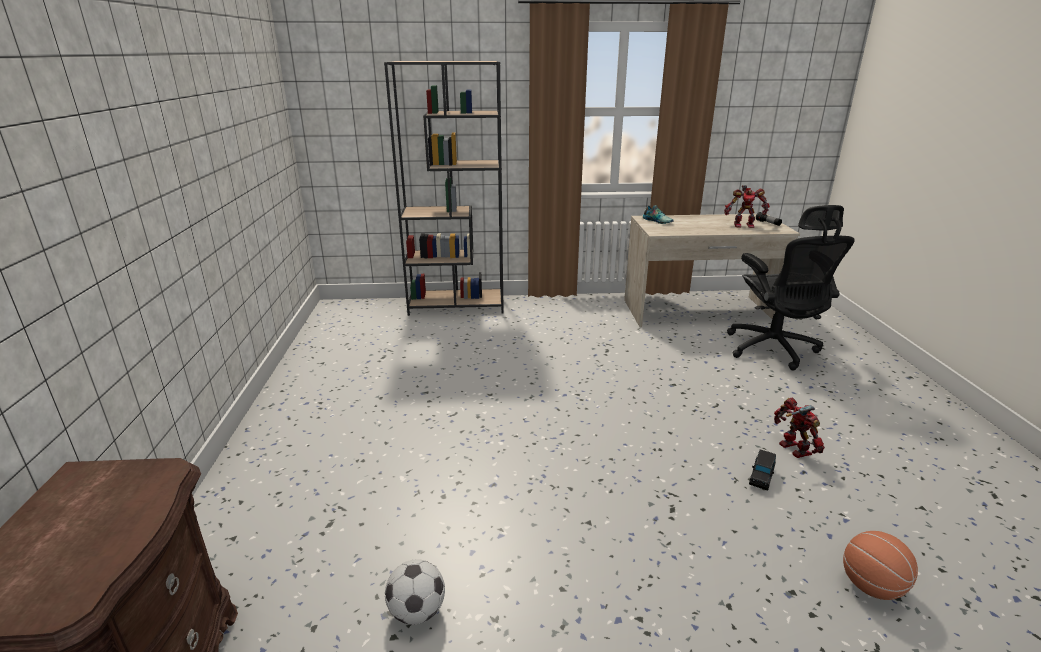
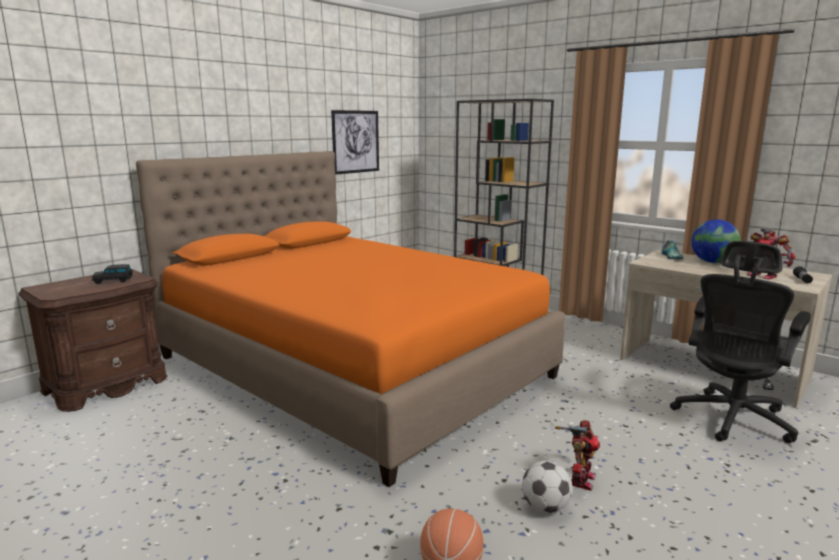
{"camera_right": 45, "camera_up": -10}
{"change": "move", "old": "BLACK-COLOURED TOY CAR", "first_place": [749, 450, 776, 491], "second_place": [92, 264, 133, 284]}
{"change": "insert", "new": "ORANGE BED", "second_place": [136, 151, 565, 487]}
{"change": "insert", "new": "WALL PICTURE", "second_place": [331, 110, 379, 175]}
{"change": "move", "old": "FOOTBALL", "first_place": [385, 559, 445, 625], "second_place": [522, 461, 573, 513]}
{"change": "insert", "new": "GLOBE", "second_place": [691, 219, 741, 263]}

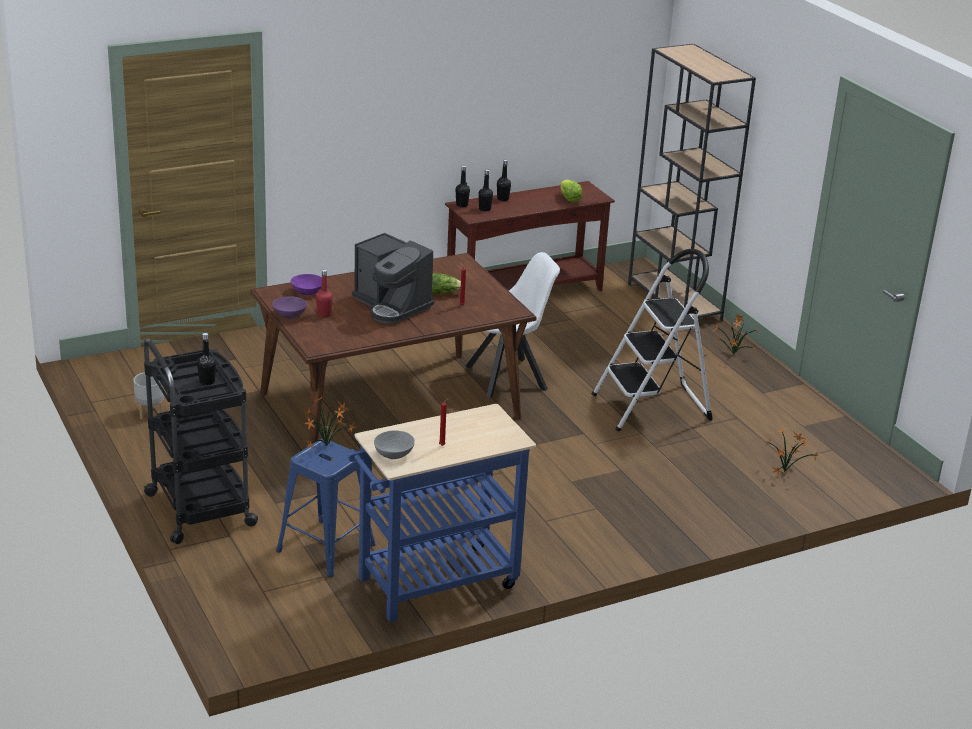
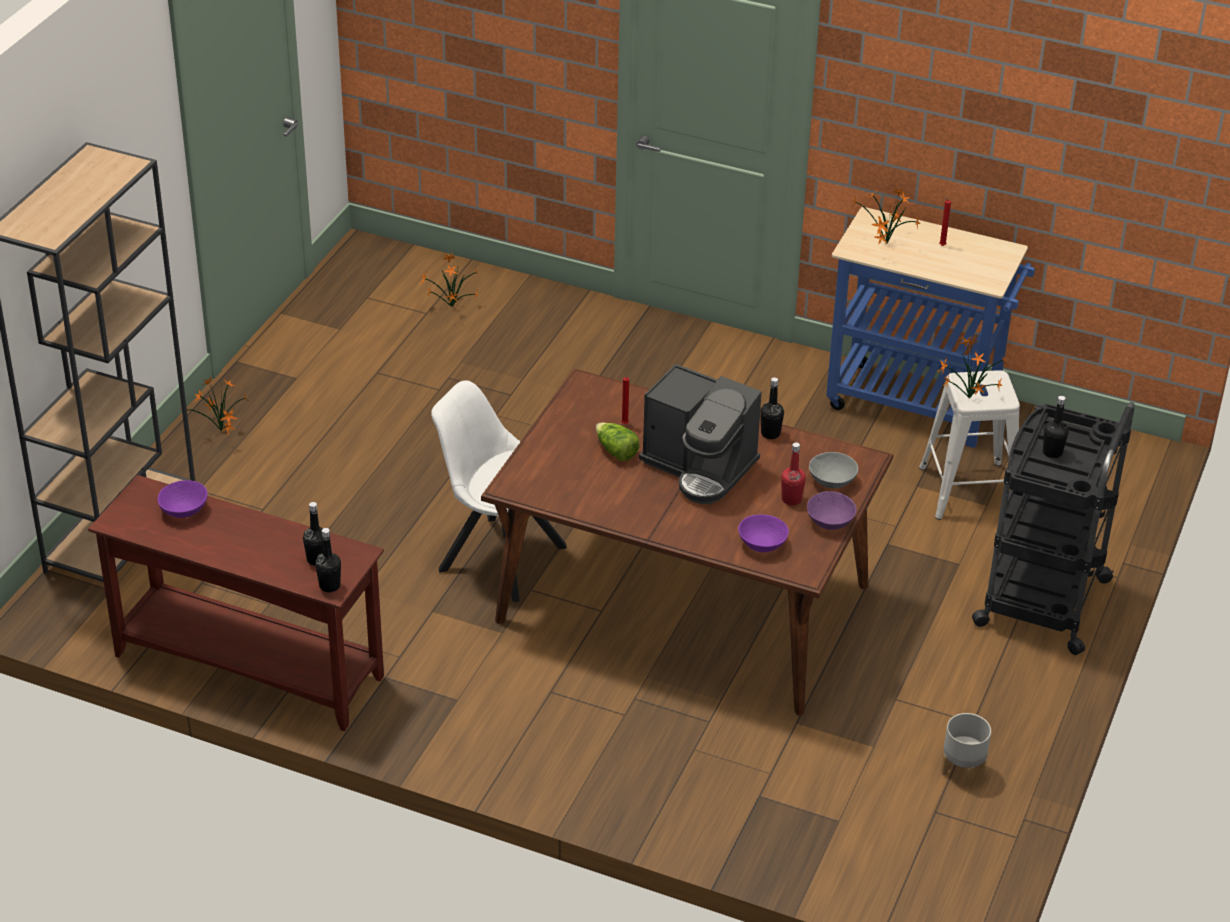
{"camera_right": -130, "camera_up": 10}
{"change": "replace", "old": "LETTUCE", "new": "PURPLE BOWL", "first_place": [560, 180, 582, 202], "second_place": [158, 480, 208, 518]}
{"change": "rotate", "old": "COFFEE MACHINE", "first_place": [352, 233, 434, 324], "second_place": [639, 364, 761, 504], "degrees": 120}
{"change": "move", "old": "BLACK-COLOURED BOTTLE", "first_place": [497, 160, 511, 201], "second_place": [760, 377, 784, 439]}
{"change": "move", "old": "GRAY BOWL", "first_place": [374, 430, 415, 459], "second_place": [809, 452, 858, 488]}
{"change": "insert", "new": "HOUSEPLANT", "second_place": [852, 188, 920, 245]}
{"change": "recolor", "old": "BLUE STOOL", "new": "WHITE STOOL", "first_place": [276, 439, 376, 577], "second_place": [919, 370, 1020, 520]}
{"change": "delete", "old": "STEP LADDER", "first_place": [592, 249, 713, 431]}

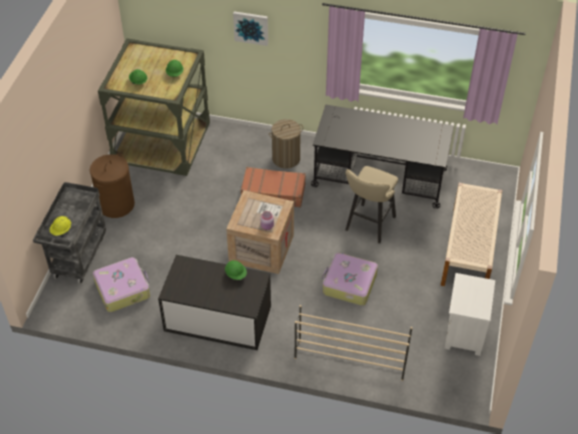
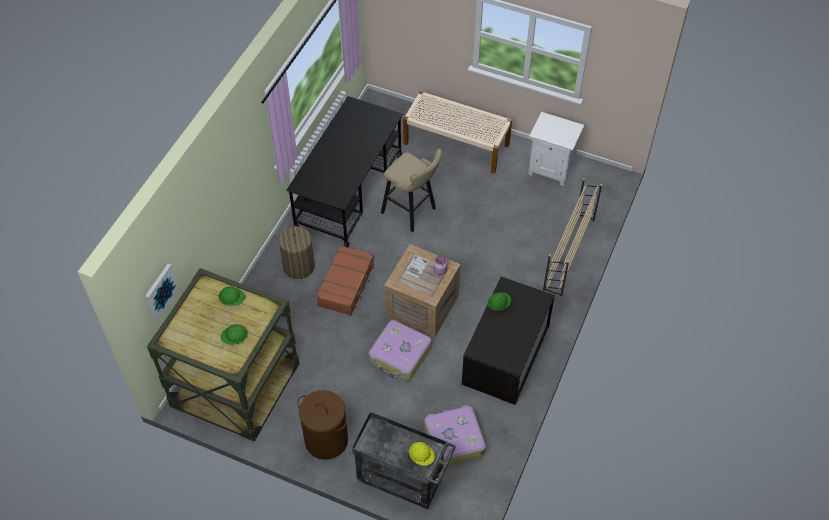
{"camera_right": -80, "camera_up": 5}
{"change": "move", "old": "WALL PICTURE", "first_place": [233, 11, 268, 46], "second_place": [145, 263, 179, 321]}
{"change": "move", "old": "TRAVEL CASE", "first_place": [322, 253, 378, 306], "second_place": [369, 320, 431, 381]}

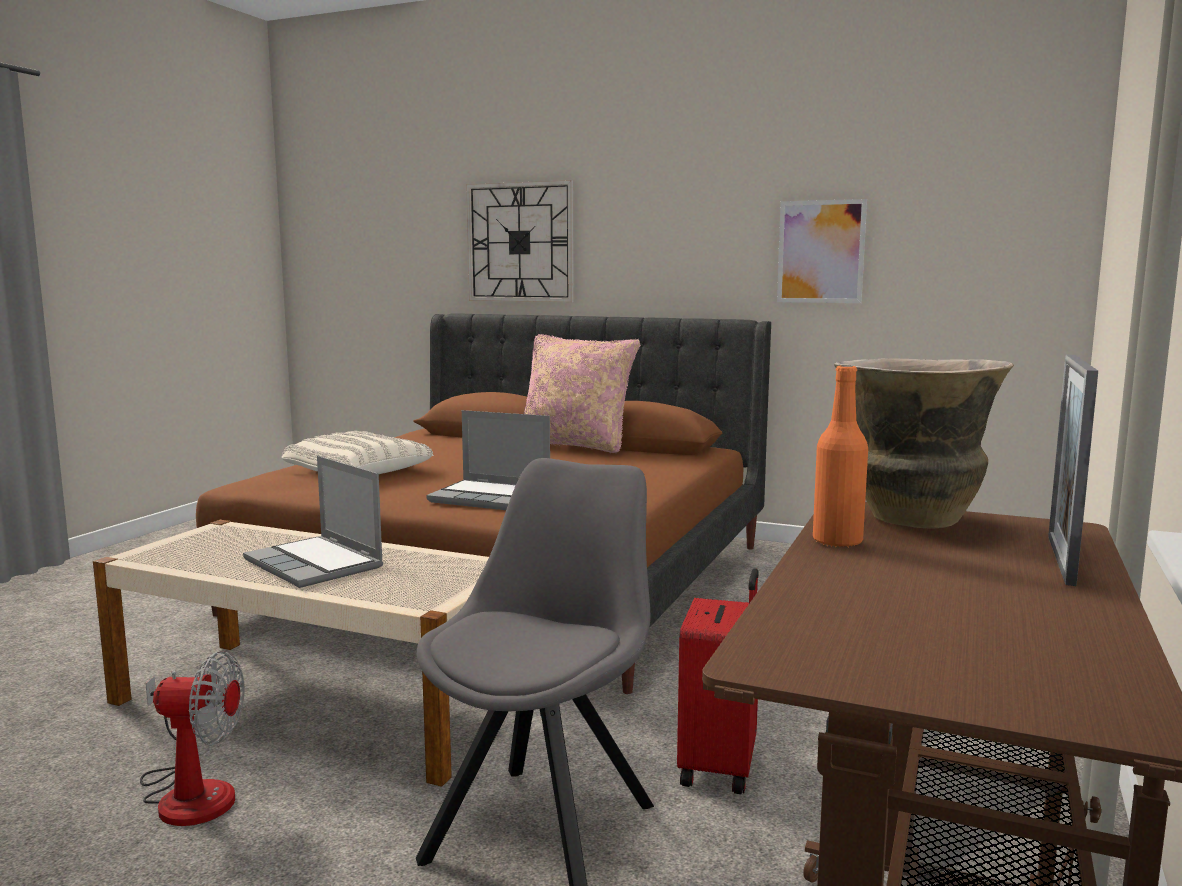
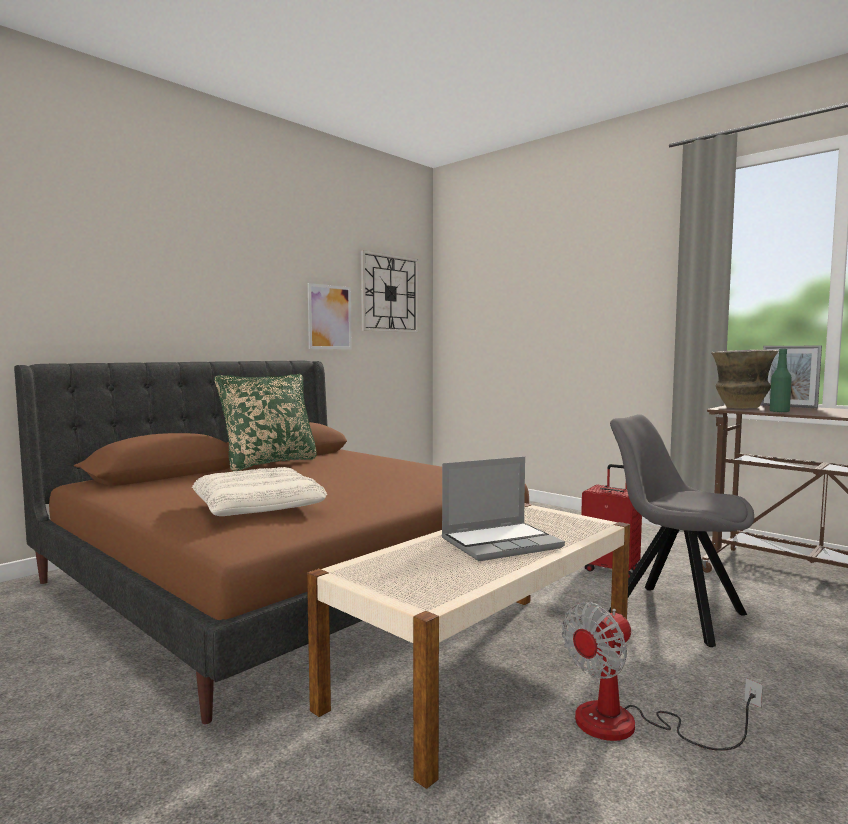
{"camera_right": -70, "camera_up": -5}
{"change": "recolor", "old": "PINKISH CUSHION", "new": "GREEN-COLOURED CUSHION", "first_place": [523, 334, 641, 454], "second_place": [214, 373, 317, 471]}
{"change": "move", "old": "CLOCK ON THE WALL", "first_place": [466, 180, 574, 302], "second_place": [361, 250, 418, 333]}
{"change": "rotate", "old": "ELECTRIC FAN", "first_place": [140, 651, 244, 826], "second_place": [562, 602, 763, 751], "degrees": -150}
{"change": "recolor", "old": "ORANGE BOTTLE", "new": "GREEN-COLOURED BOTTLE", "first_place": [813, 365, 868, 548], "second_place": [770, 349, 792, 413]}
{"change": "delete", "old": "PORTABLE COMPUTER", "first_place": [426, 410, 550, 510]}

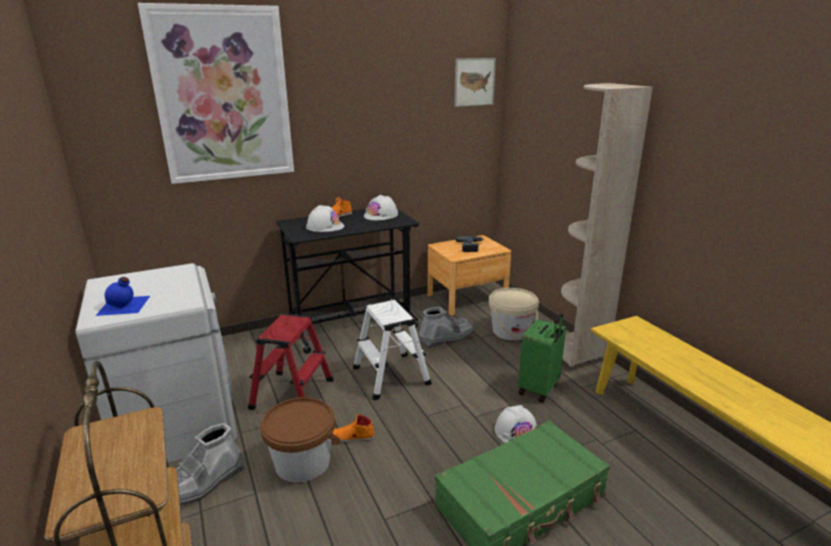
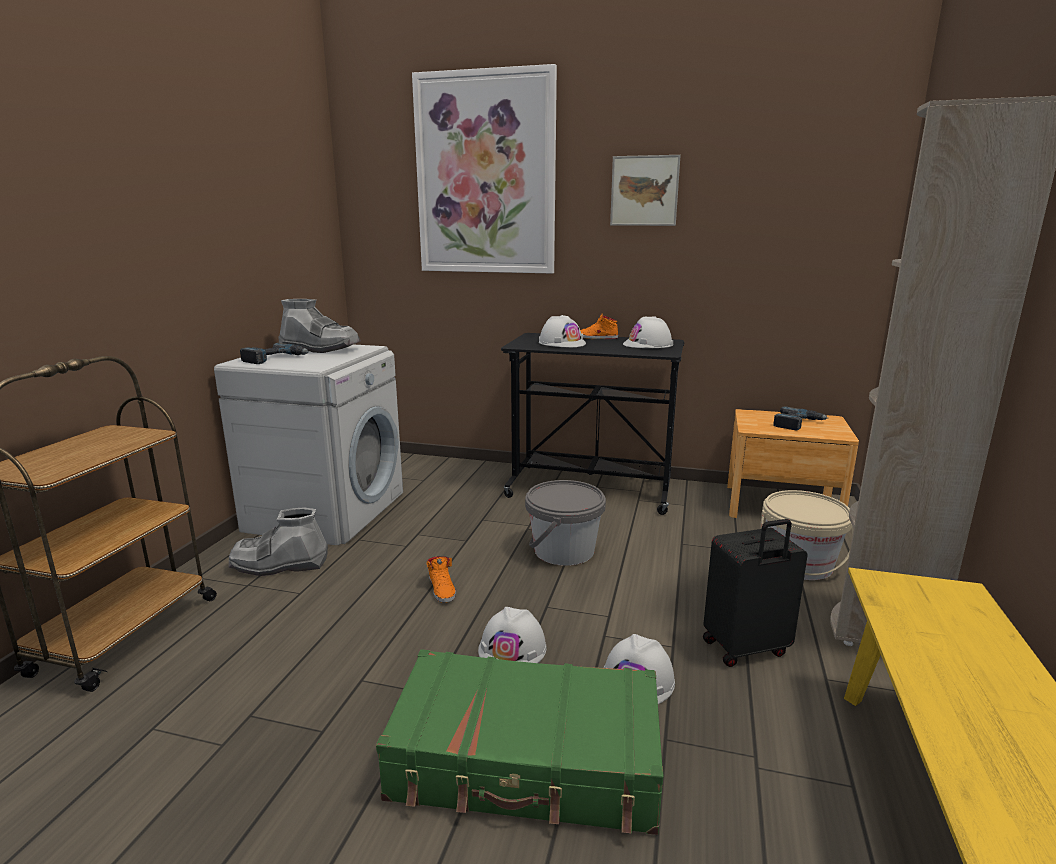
{"camera_right": 40, "camera_up": -5}
{"change": "replace", "old": "BLUE BOTTLE", "new": "ELECTRIC DRILL", "first_place": [96, 277, 150, 316], "second_place": [240, 343, 309, 364]}
{"change": "move", "old": "GRAY HIGH-TOP BOOT", "first_place": [418, 307, 474, 348], "second_place": [279, 299, 361, 353]}
{"change": "rotate", "old": "ORANGE SHOE", "first_place": [333, 413, 375, 442], "second_place": [426, 556, 456, 603], "degrees": -150}
{"change": "insert", "new": "WHITE SAFETY HELMET", "second_place": [478, 607, 547, 663]}
{"change": "replace", "old": "WHITE STEP LADDER", "new": "GRAY BUCKET", "first_place": [353, 299, 432, 401], "second_place": [525, 480, 606, 566]}
{"change": "move", "old": "WALL PICTURE", "first_place": [454, 58, 496, 107], "second_place": [610, 155, 681, 226]}
{"change": "recolor", "old": "GREEN-COLOURED TRAVEL CASE", "new": "BLACK-COLOURED TRAVEL CASE", "first_place": [518, 313, 566, 403], "second_place": [703, 519, 808, 667]}
{"change": "delete", "old": "RED-COLOURED STEP LADDER", "first_place": [248, 313, 334, 410]}
{"change": "delete", "old": "BROWN-COLOURED BUCKET", "first_place": [260, 397, 340, 483]}

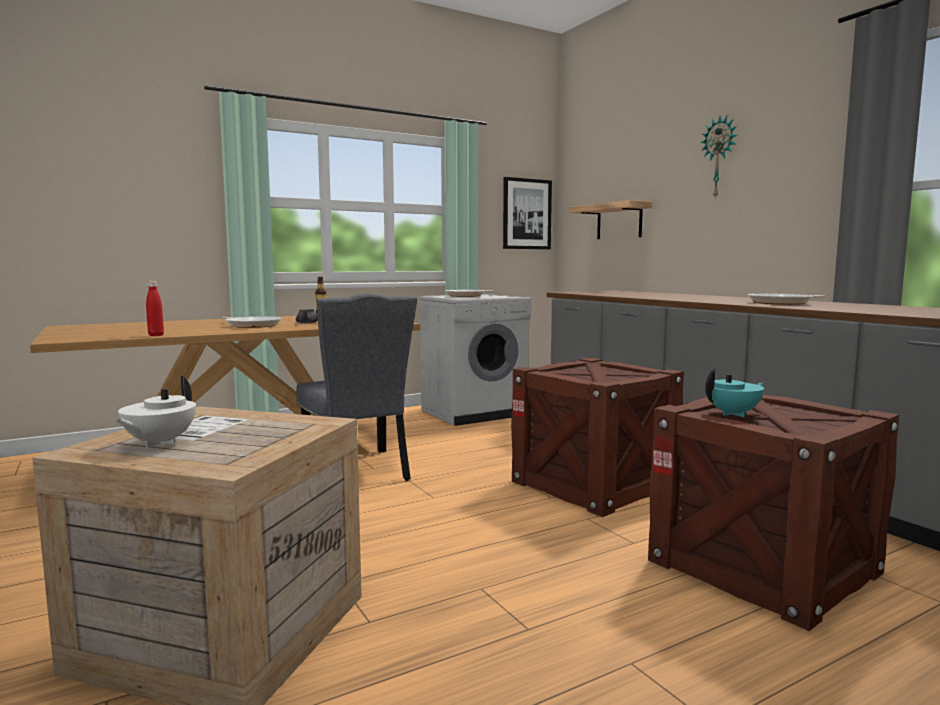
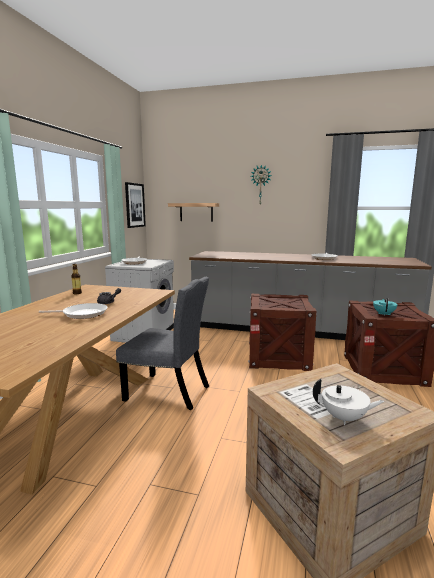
{"camera_right": -45, "camera_up": 5}
{"change": "rotate", "old": "WHITE TEA POT", "first_place": [115, 376, 196, 448], "second_place": [313, 379, 385, 425], "degrees": -45}
{"change": "delete", "old": "RED-COLOURED BOTTLE", "first_place": [146, 281, 164, 336]}

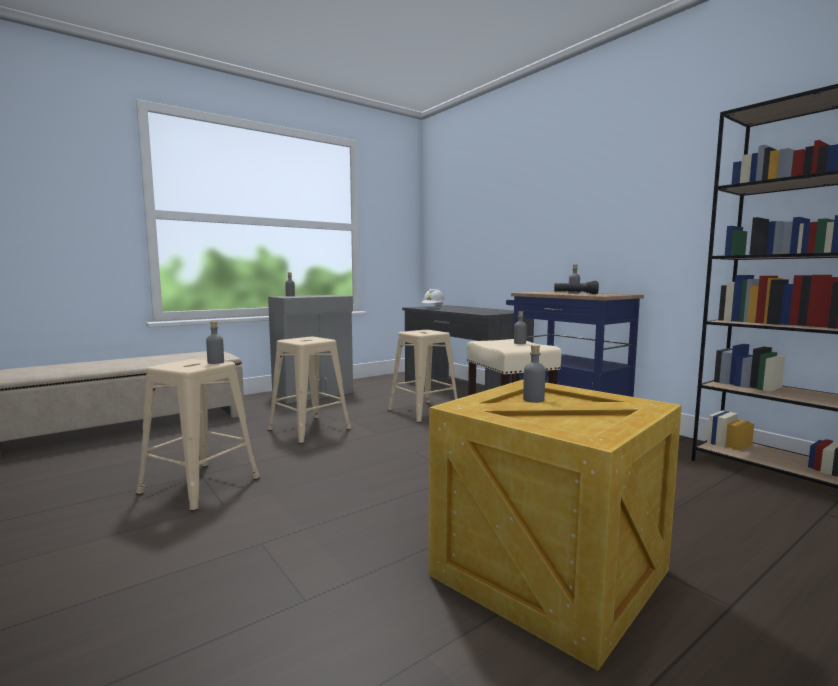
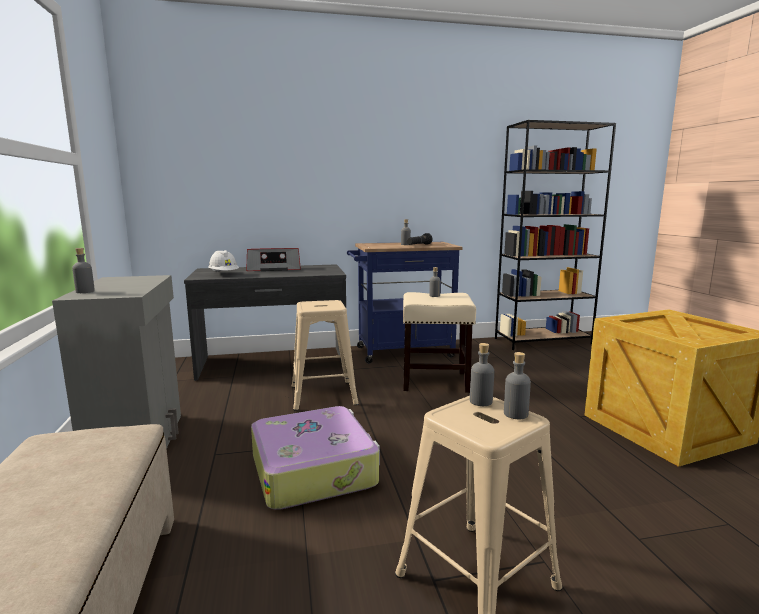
{"camera_right": -65, "camera_up": 5}
{"change": "insert", "new": "RADIO RECEIVER", "second_place": [246, 248, 301, 271]}
{"change": "replace", "old": "SAND-COLOURED STOOL", "new": "TRAVEL CASE", "first_place": [267, 337, 351, 444], "second_place": [251, 406, 380, 510]}
{"change": "move", "old": "GRAY BOTTLE", "first_place": [523, 345, 545, 403], "second_place": [504, 352, 531, 419]}

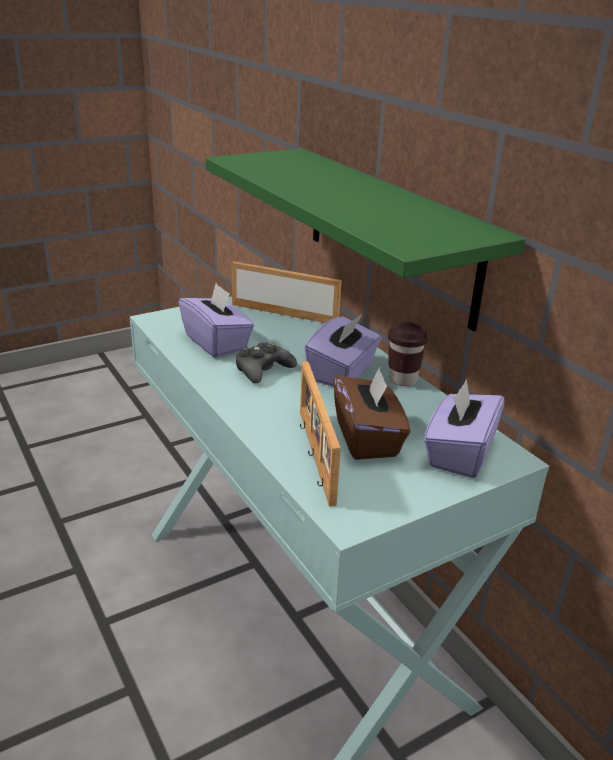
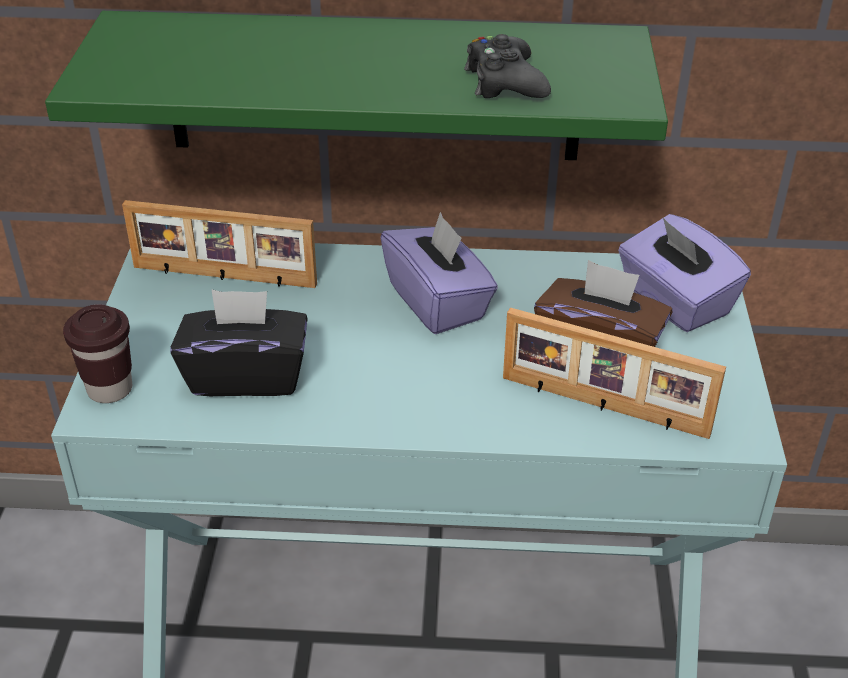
{"camera_right": -55, "camera_up": 10}
{"change": "move", "old": "BROWN-COLOURED CUP", "first_place": [388, 322, 428, 386], "second_place": [63, 304, 132, 403]}
{"change": "rotate", "old": "STANDING FRAME", "first_place": [232, 261, 342, 323], "second_place": [122, 200, 317, 288], "degrees": -135}
{"change": "recolor", "old": "PURPLE TISSUE HOLDER", "new": "BLACK-COLOURED TISSUE HOLDER", "first_place": [178, 283, 254, 358], "second_place": [171, 290, 308, 396]}
{"change": "move", "old": "BLACK-COLOURED GAMEPAD", "first_place": [236, 342, 297, 383], "second_place": [464, 34, 551, 98]}

